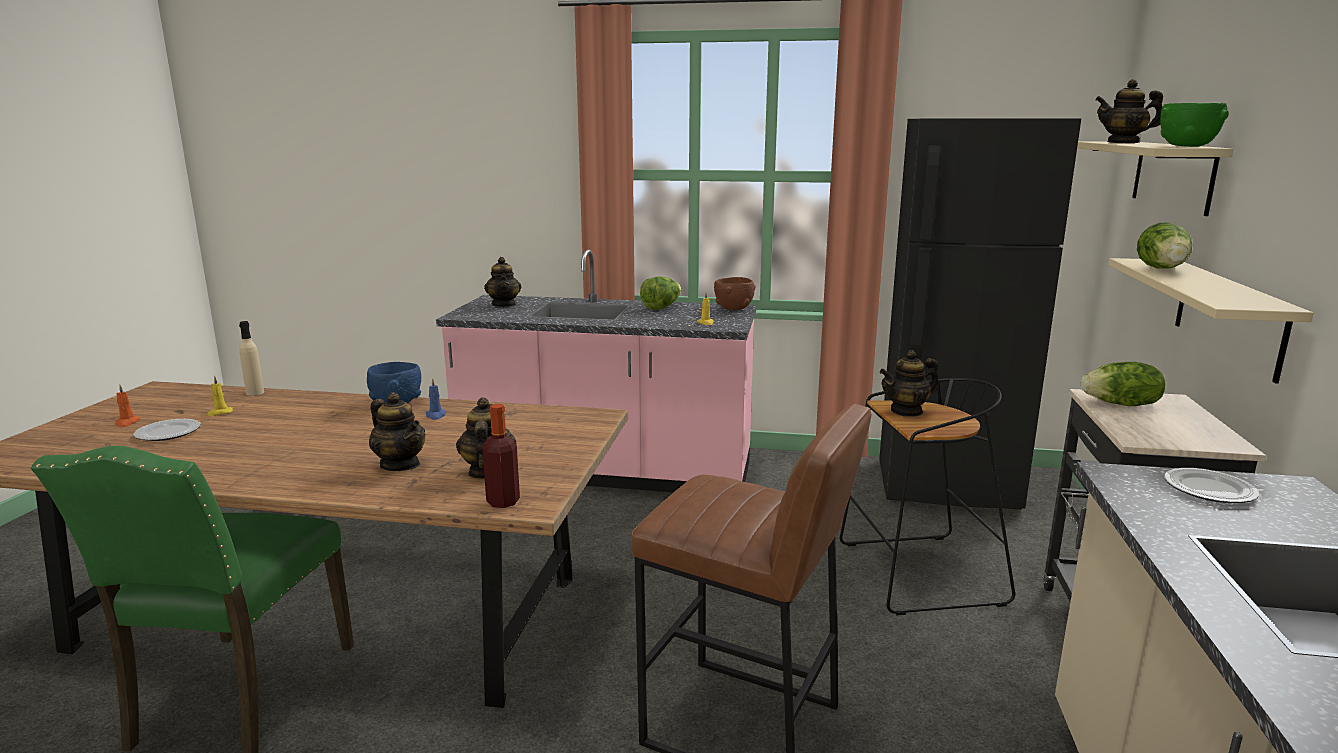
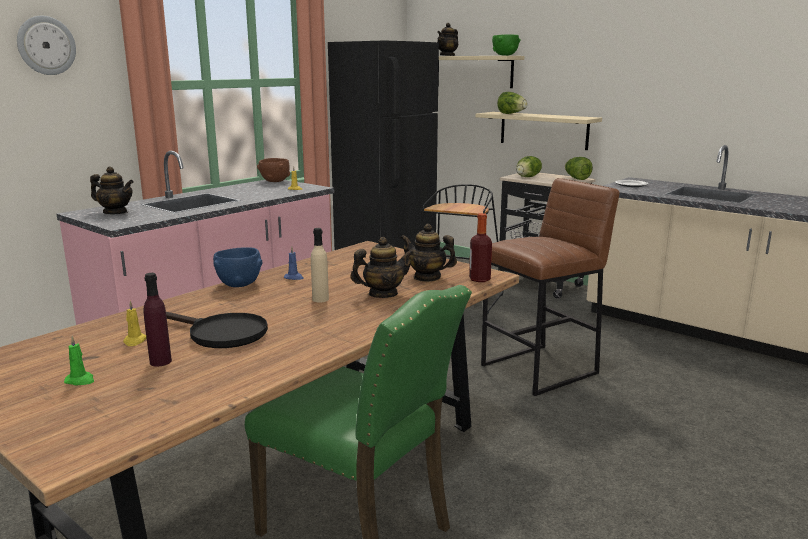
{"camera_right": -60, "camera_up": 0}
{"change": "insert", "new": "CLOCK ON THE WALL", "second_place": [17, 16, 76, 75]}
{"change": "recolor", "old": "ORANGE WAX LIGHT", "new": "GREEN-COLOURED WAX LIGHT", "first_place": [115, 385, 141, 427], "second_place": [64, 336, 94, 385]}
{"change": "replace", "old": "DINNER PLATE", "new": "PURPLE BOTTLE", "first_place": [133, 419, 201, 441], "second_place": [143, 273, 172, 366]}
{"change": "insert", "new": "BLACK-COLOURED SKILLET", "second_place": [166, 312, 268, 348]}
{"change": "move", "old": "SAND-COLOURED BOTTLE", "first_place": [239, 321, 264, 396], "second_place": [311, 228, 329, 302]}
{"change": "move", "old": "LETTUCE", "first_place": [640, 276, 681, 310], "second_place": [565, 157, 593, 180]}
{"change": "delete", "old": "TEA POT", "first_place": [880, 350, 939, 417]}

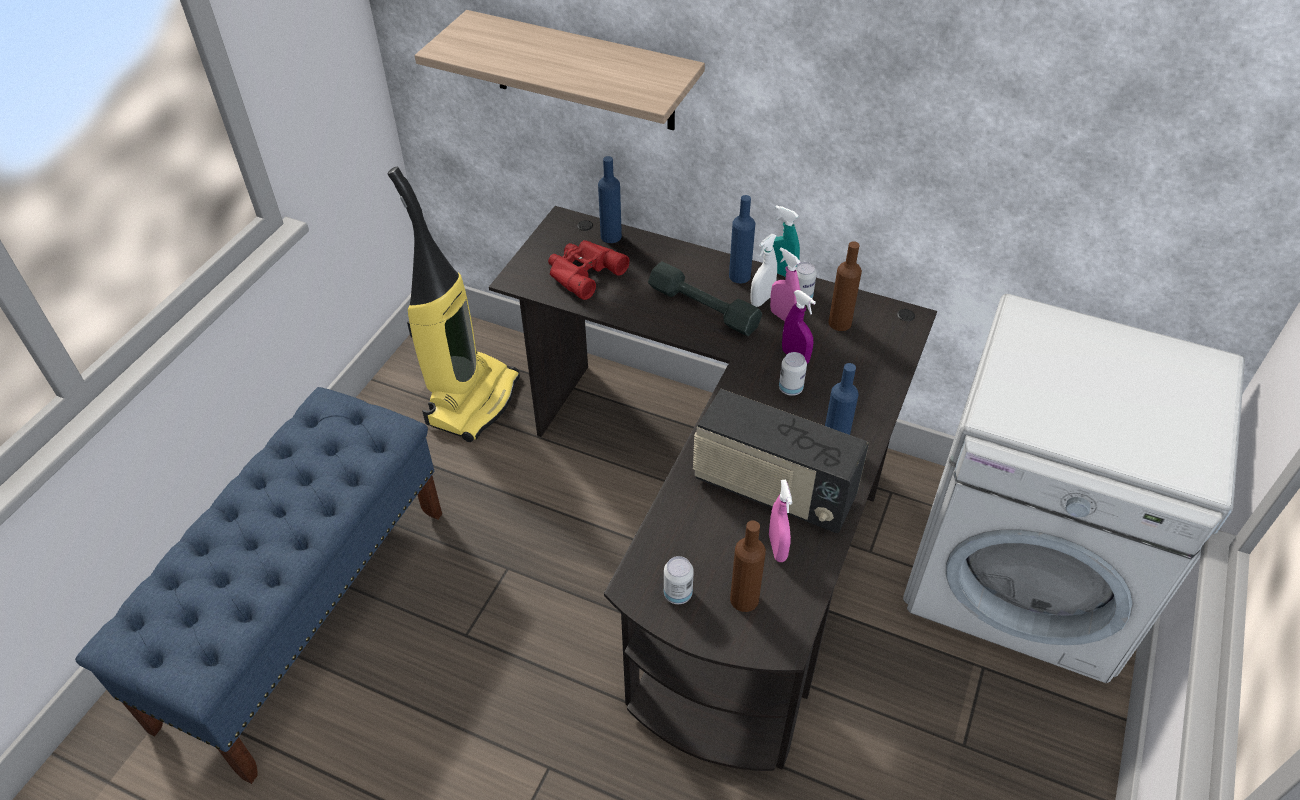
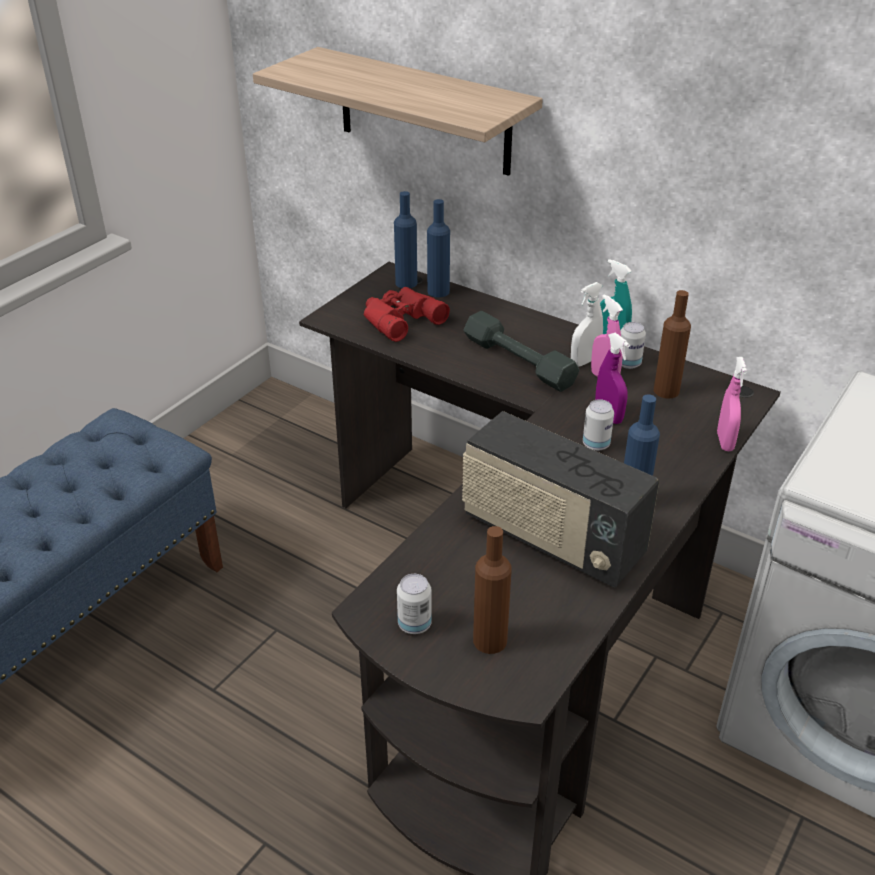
{"camera_right": 10, "camera_up": -10}
{"change": "move", "old": "BLUE BOTTLE", "first_place": [729, 195, 755, 283], "second_place": [394, 191, 417, 288]}
{"change": "move", "old": "PINKISH HAND SPRAYER", "first_place": [769, 480, 792, 562], "second_place": [717, 357, 747, 451]}
{"change": "delete", "old": "VACUUM CLEANER", "first_place": [387, 167, 520, 442]}

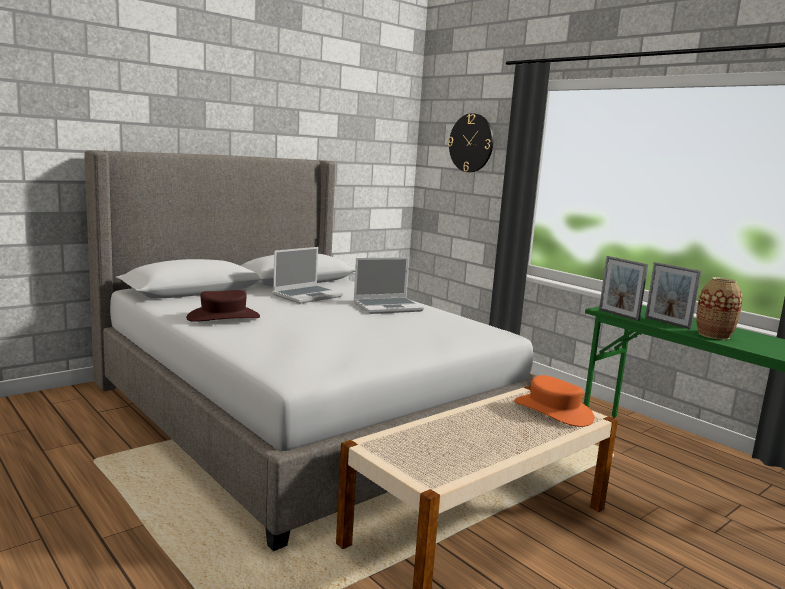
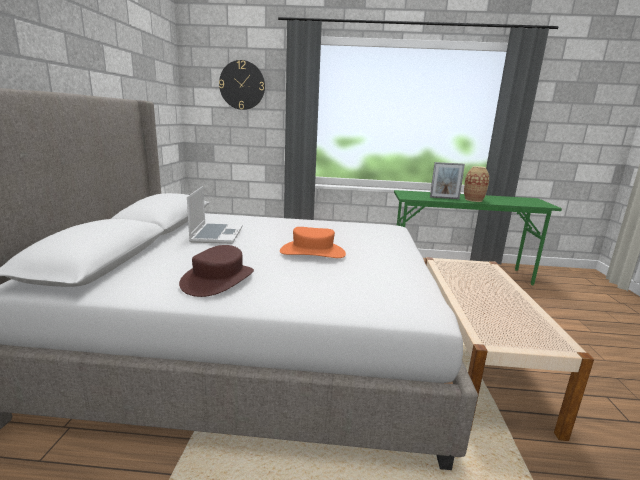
{"camera_right": -45, "camera_up": 5}
{"change": "move", "old": "ORANGE WEARABLE HAT", "first_place": [514, 375, 595, 427], "second_place": [280, 227, 346, 258]}
{"change": "delete", "old": "PORTABLE COMPUTER", "first_place": [353, 257, 424, 314]}
{"change": "delete", "old": "STANDING FRAME", "first_place": [599, 256, 648, 321]}

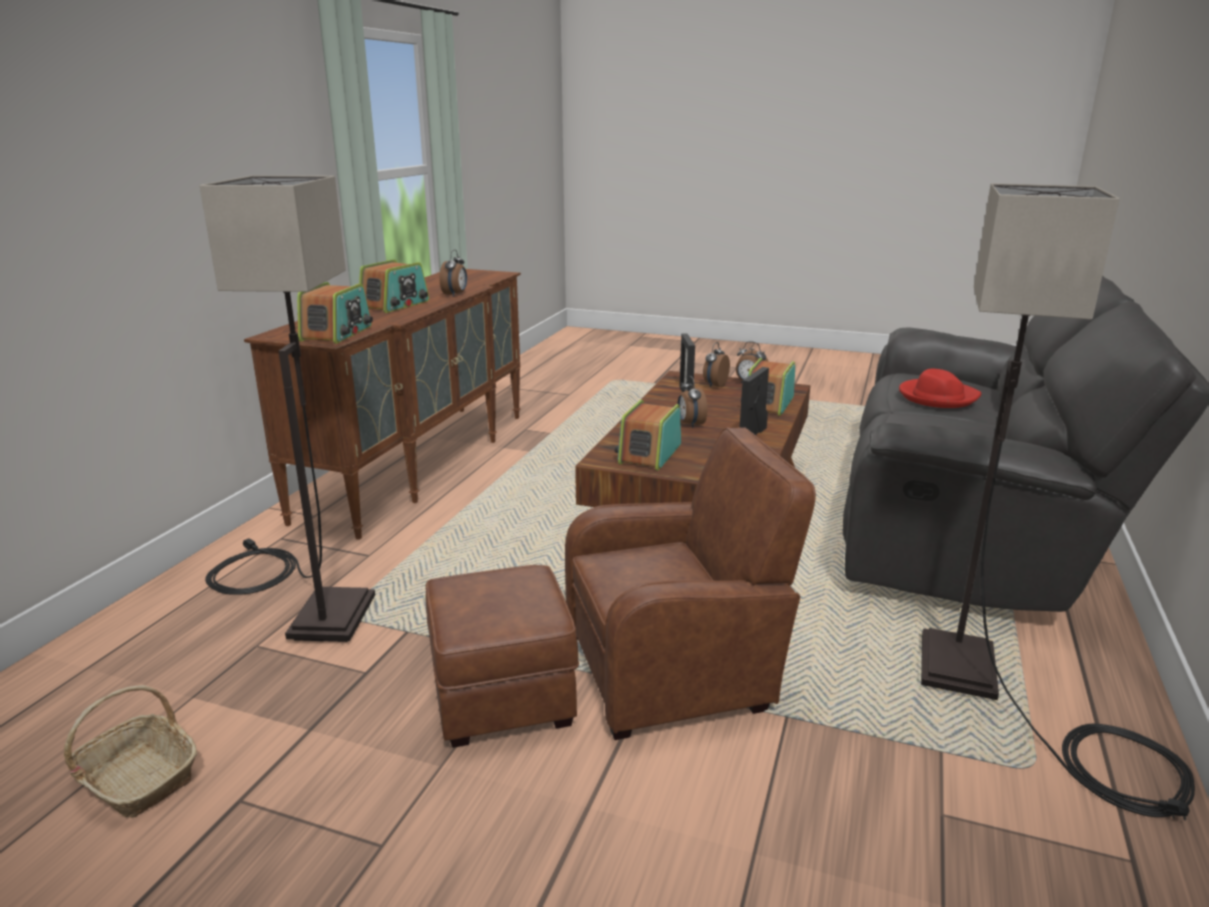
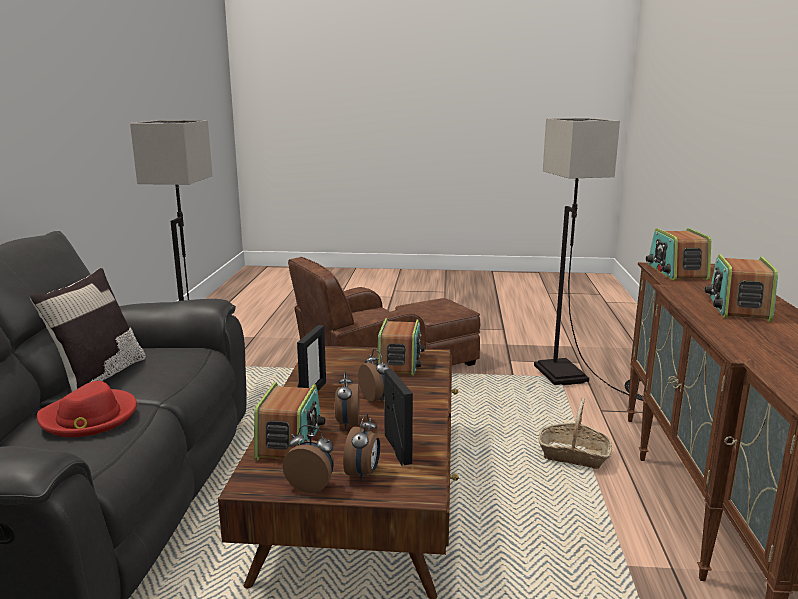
{"camera_right": 165, "camera_up": -5}
{"change": "insert", "new": "CUSHION", "second_place": [29, 268, 146, 392]}
{"change": "move", "old": "TABLE CLOCK", "first_place": [439, 250, 467, 297], "second_place": [335, 370, 359, 429]}
{"change": "move", "old": "STORAGE BASKET", "first_place": [64, 685, 197, 818], "second_place": [538, 398, 612, 469]}

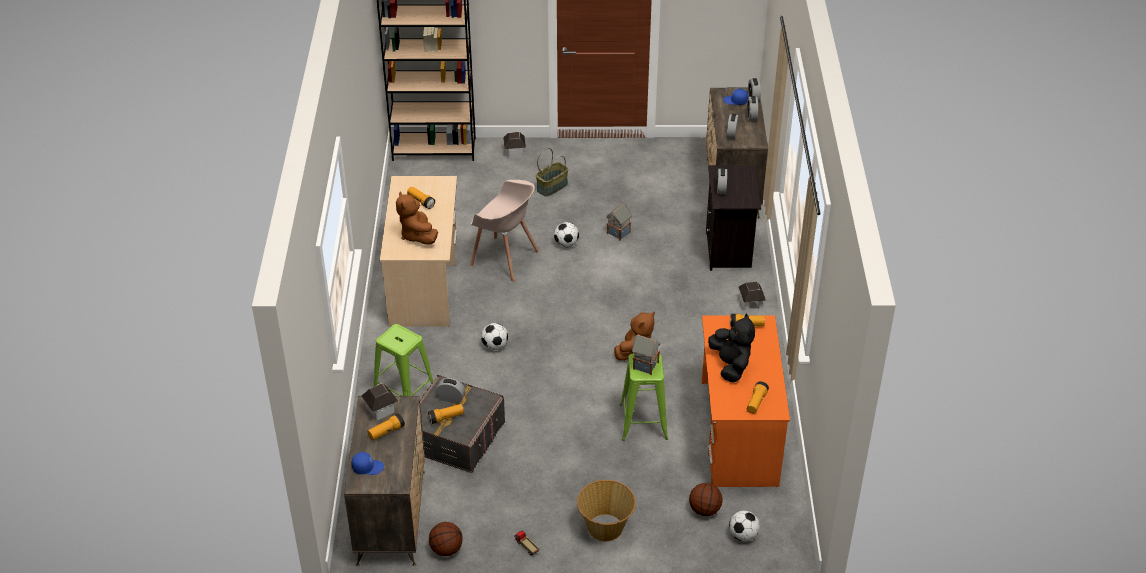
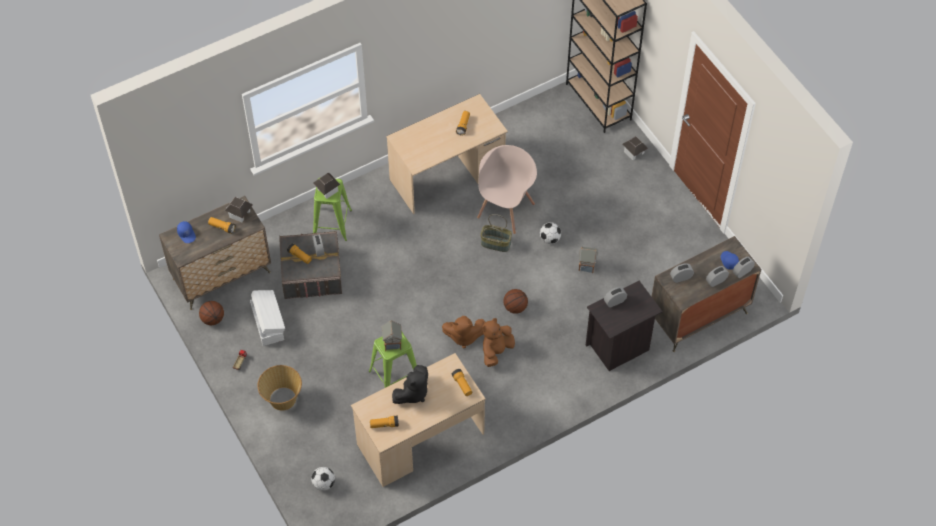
{"camera_right": 60, "camera_up": 15}
{"change": "insert", "new": "WHITE STORAGE BIN", "second_place": [250, 290, 285, 346]}
{"change": "move", "old": "TOY HOUSE", "first_place": [739, 282, 766, 310], "second_place": [313, 173, 340, 199]}
{"change": "recolor", "old": "ORANGE DESK UNIT", "new": "SAND-COLOURED DESK UNIT", "first_place": [702, 316, 790, 487], "second_place": [351, 353, 486, 487]}
{"change": "rotate", "old": "SAND-COLOURED CHAIR", "first_place": [470, 180, 539, 281], "second_place": [477, 145, 537, 234], "degrees": -150}
{"change": "move", "old": "STORAGE BASKET", "first_place": [536, 148, 568, 197], "second_place": [480, 214, 512, 252]}
{"change": "move", "old": "BROWN-COLOURED SOFT TOY", "first_place": [396, 191, 438, 245], "second_place": [482, 318, 515, 367]}
{"change": "move", "old": "BALL FOR BASKETBALL", "first_place": [689, 483, 723, 516], "second_place": [503, 289, 528, 314]}
{"change": "delete", "old": "FOOTBALL", "first_place": [481, 323, 508, 350]}

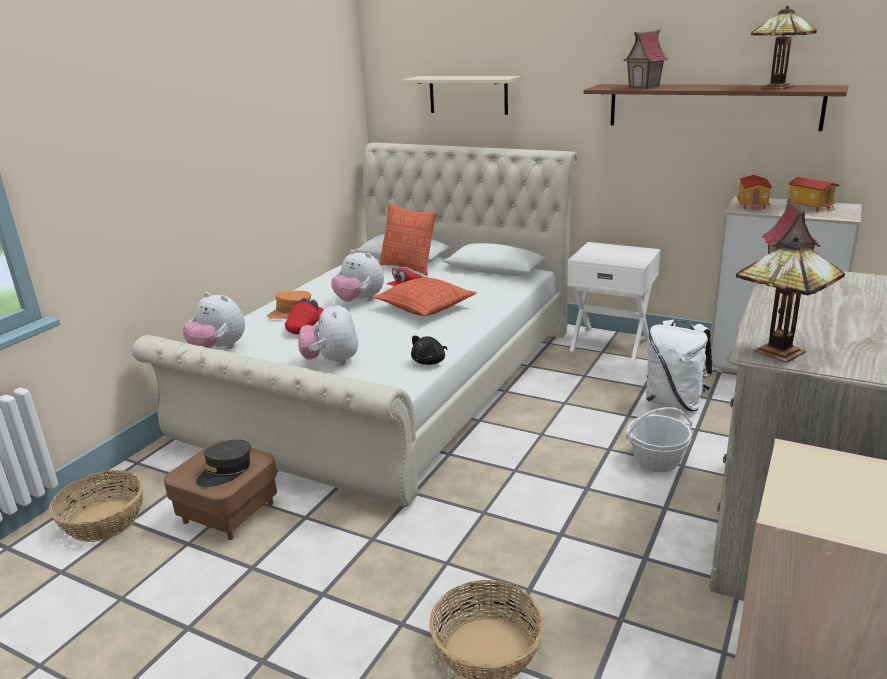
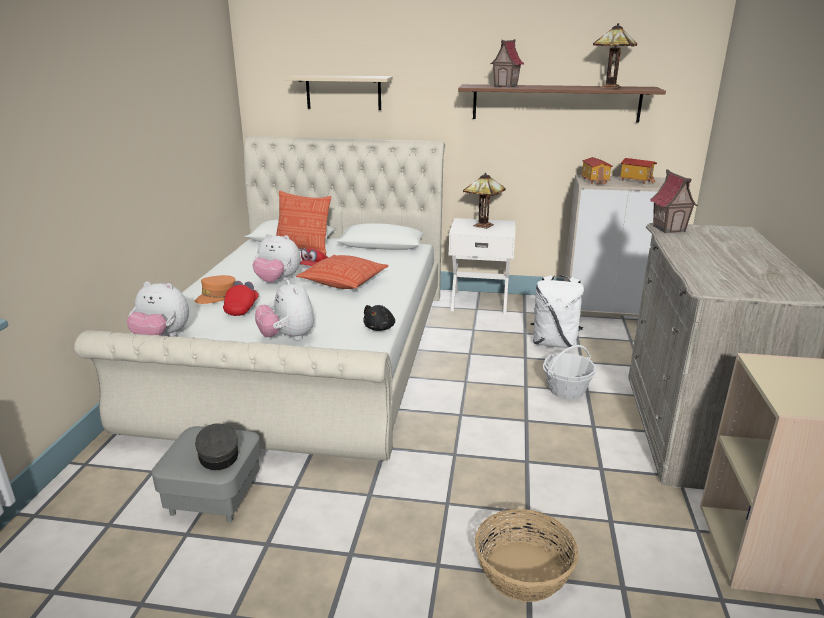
{"camera_right": -20, "camera_up": 0}
{"change": "recolor", "old": "BROWN-COLOURED POUFFE", "new": "GRAY POUFFE", "first_place": [164, 441, 277, 540], "second_place": [152, 426, 261, 522]}
{"change": "rotate", "old": "GRAY PEAKED CAP", "first_place": [196, 439, 251, 487], "second_place": [195, 423, 239, 470], "degrees": 135}
{"change": "move", "old": "LAMP FOR A TABLE", "first_place": [736, 237, 845, 363], "second_place": [463, 173, 506, 229]}
{"change": "delete", "old": "STORAGE BASKET", "first_place": [49, 470, 143, 542]}

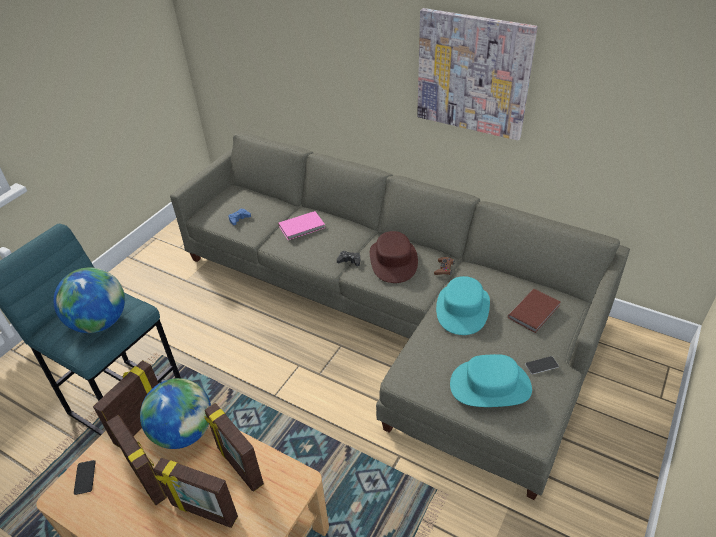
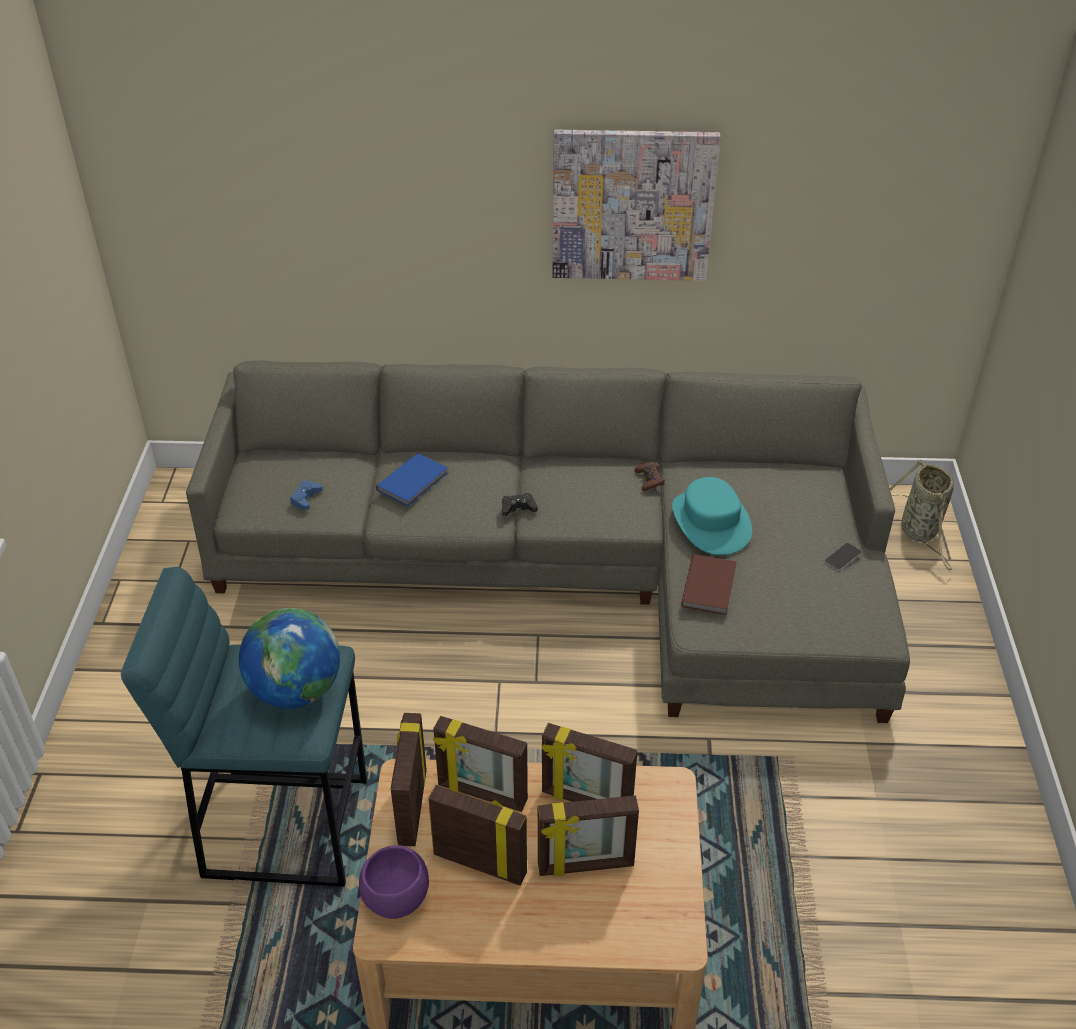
{"camera_right": -30, "camera_up": 0}
{"change": "replace", "old": "PHONE", "new": "PURPLE BOWL", "first_place": [74, 460, 96, 495], "second_place": [359, 845, 429, 919]}
{"change": "recolor", "old": "PINKISH BOOK", "new": "BLUE BOOK", "first_place": [278, 211, 325, 240], "second_place": [376, 453, 448, 507]}
{"change": "replace", "old": "GLOBE", "new": "STANDING FRAME", "first_place": [140, 378, 211, 449], "second_place": [433, 716, 528, 812]}
{"change": "move", "old": "BROWN-COLOURED BOOK", "first_place": [508, 289, 560, 333], "second_place": [681, 554, 737, 615]}
{"change": "insert", "new": "STORAGE BASKET", "second_place": [890, 460, 954, 570]}
{"change": "delete", "old": "BROWN-COLOURED WEARABLE HAT", "first_place": [370, 231, 418, 283]}
{"change": "delete", "old": "TURQUOISE-COLOURED WEARABLE HAT", "first_place": [450, 354, 532, 407]}

